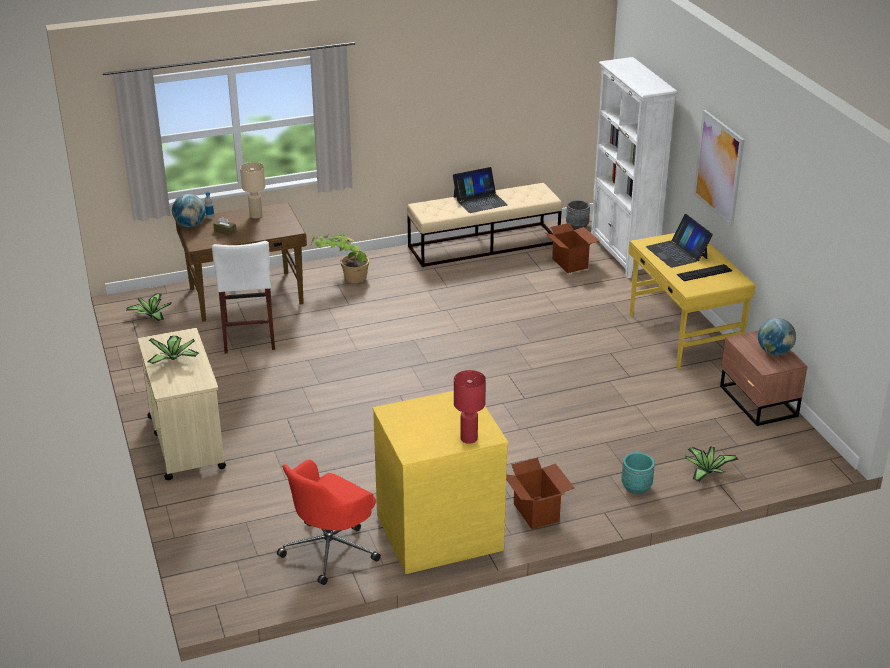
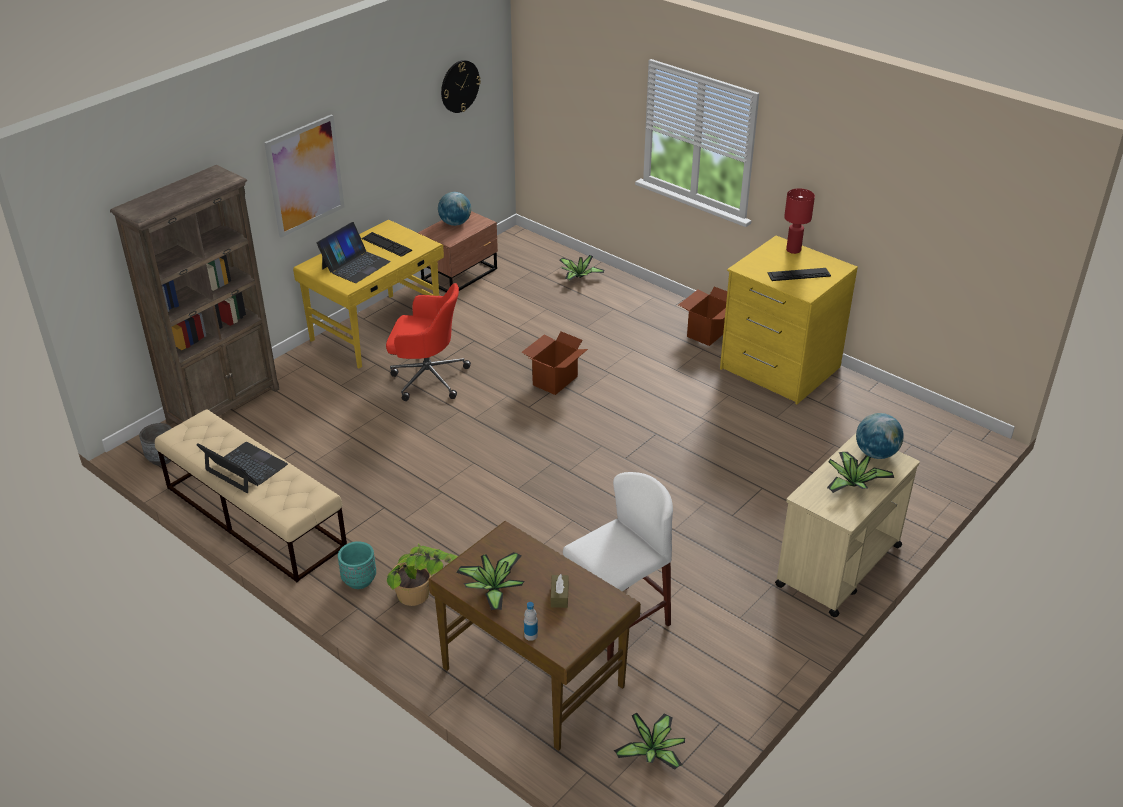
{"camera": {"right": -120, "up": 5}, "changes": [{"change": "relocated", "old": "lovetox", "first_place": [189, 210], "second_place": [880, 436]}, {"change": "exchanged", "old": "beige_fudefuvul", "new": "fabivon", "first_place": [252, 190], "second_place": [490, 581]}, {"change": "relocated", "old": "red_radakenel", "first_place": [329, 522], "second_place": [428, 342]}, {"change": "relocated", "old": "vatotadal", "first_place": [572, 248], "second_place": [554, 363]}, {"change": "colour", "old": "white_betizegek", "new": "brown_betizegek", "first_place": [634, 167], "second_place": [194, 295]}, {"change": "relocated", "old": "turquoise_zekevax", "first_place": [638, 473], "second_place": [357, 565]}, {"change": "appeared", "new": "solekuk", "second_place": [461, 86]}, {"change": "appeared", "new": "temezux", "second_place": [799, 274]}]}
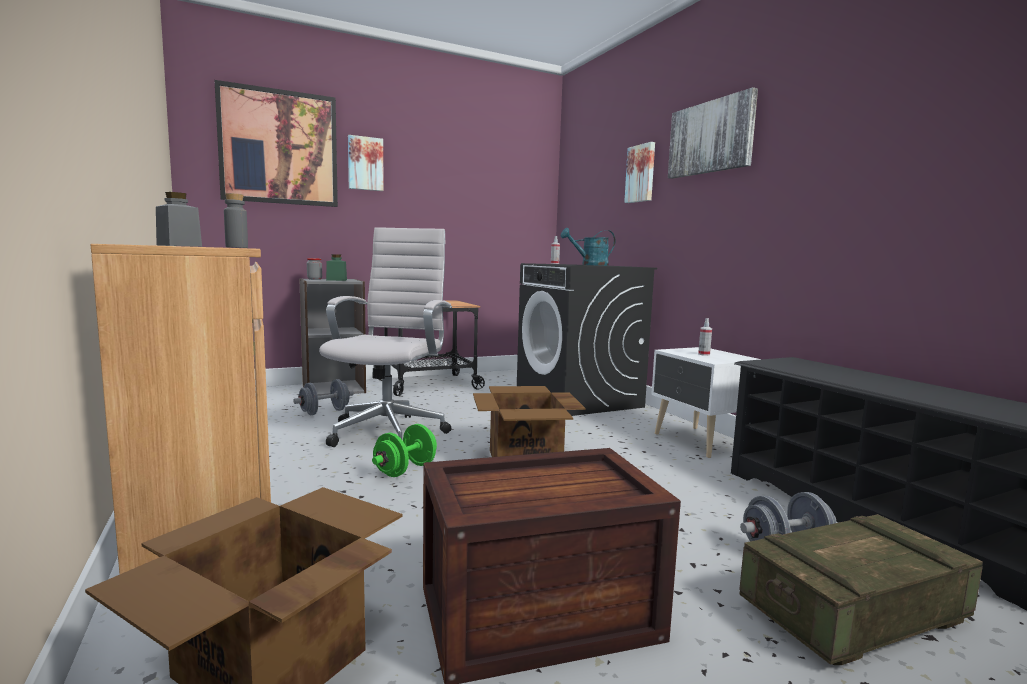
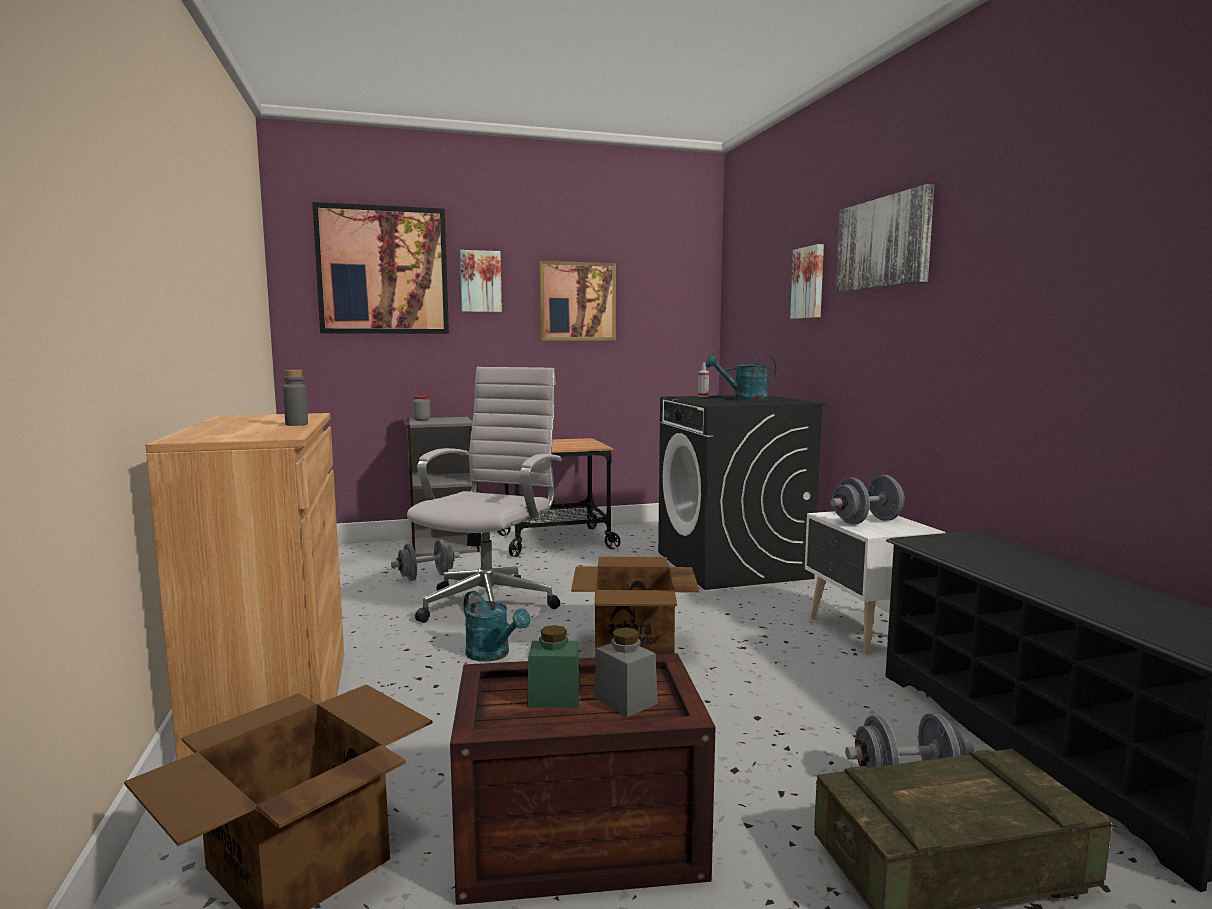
{"camera": {"right": 10, "up": 0}, "changes": [{"change": "relocated", "old": "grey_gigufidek", "first_place": [179, 219], "second_place": [626, 672]}, {"change": "relocated", "old": "green_gigufidek", "first_place": [336, 267], "second_place": [553, 666]}, {"change": "exchanged", "old": "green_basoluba", "new": "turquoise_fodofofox", "first_place": [404, 450], "second_place": [497, 626]}, {"change": "exchanged", "old": "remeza", "new": "grey_basoluba", "first_place": [705, 337], "second_place": [867, 499]}, {"change": "appeared", "new": "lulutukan", "second_place": [578, 301]}]}
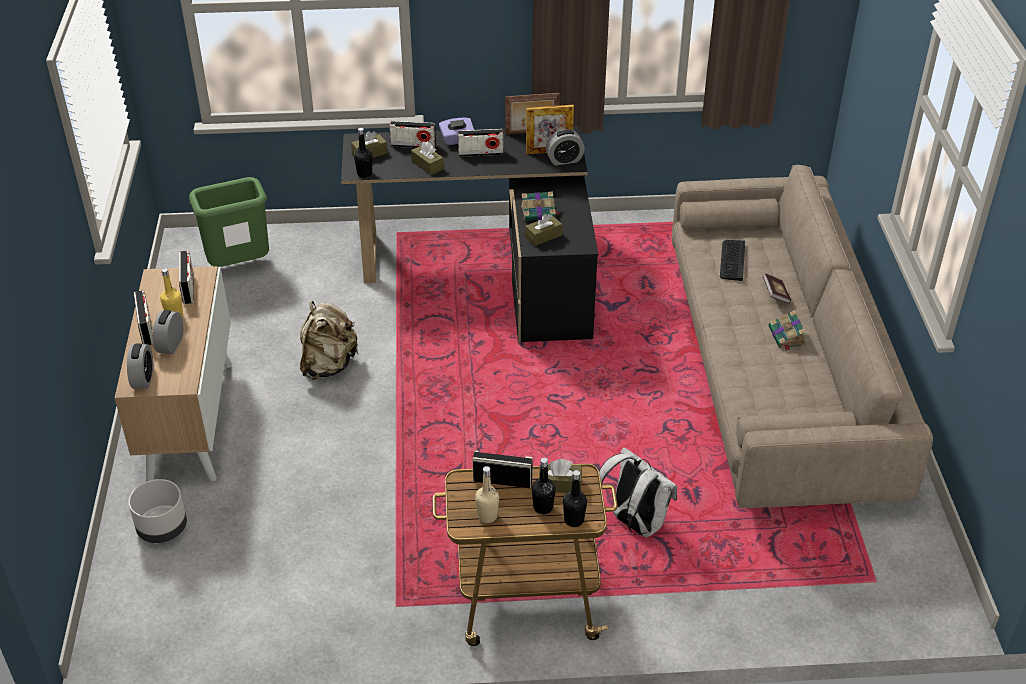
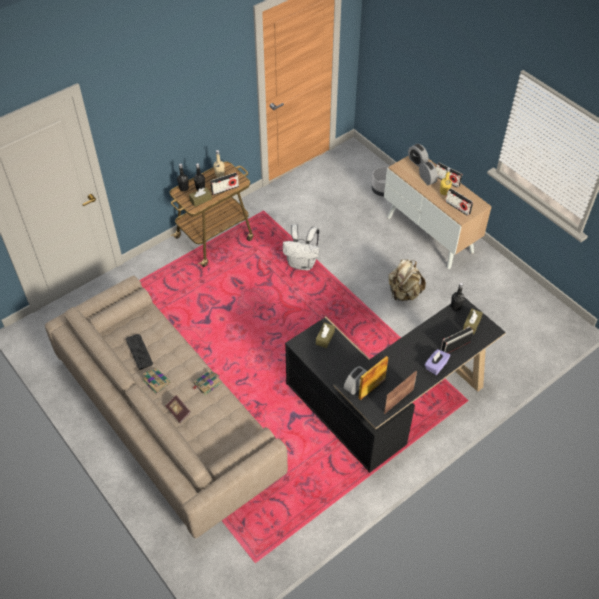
{"camera": {"right": 145, "up": 10}, "changes": [{"change": "missing", "old": "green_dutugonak", "first_place": [229, 222]}, {"change": "missing", "old": "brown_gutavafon", "first_place": [427, 158]}, {"change": "missing", "old": "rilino", "first_place": [480, 143]}, {"change": "relocated", "old": "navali", "first_place": [541, 206], "second_place": [207, 383]}, {"change": "relocated", "old": "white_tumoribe", "first_place": [638, 492], "second_place": [301, 247]}, {"change": "relocated", "old": "temezux", "first_place": [732, 260], "second_place": [139, 352]}]}
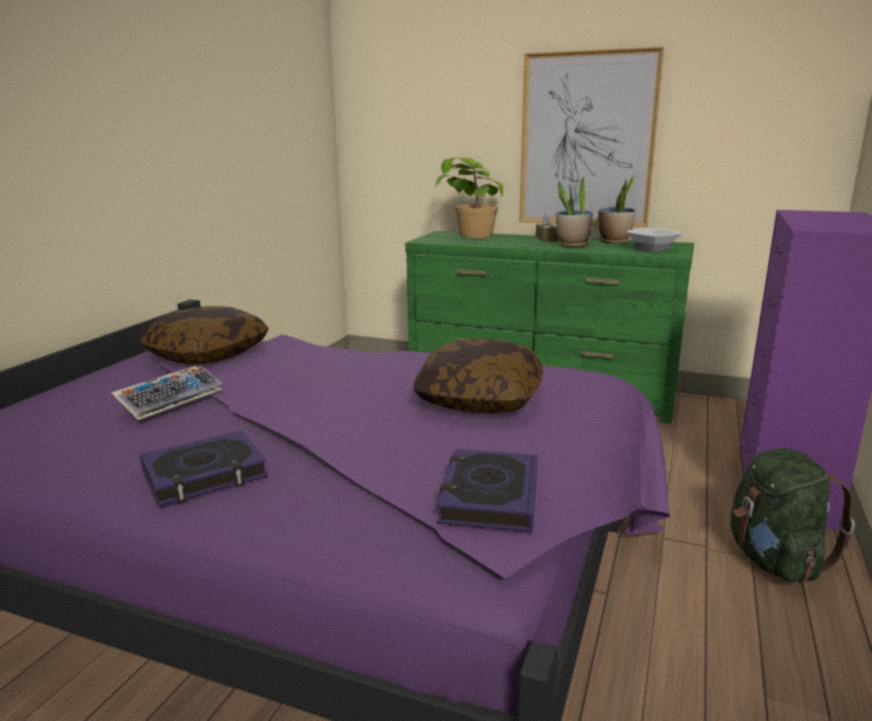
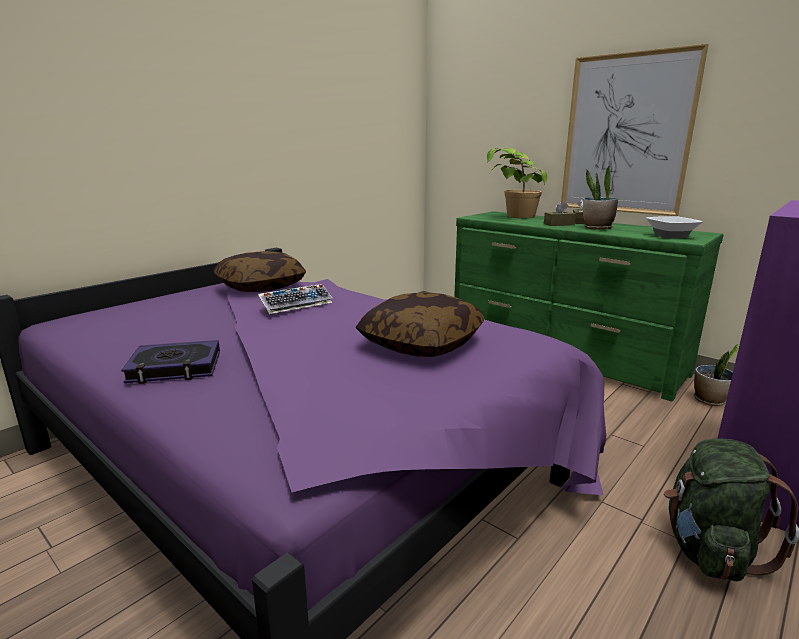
{"camera": {"right": 20, "up": 0}, "changes": [{"change": "relocated", "old": "temezux", "first_place": [166, 393], "second_place": [295, 299]}, {"change": "missing", "old": "navali", "first_place": [487, 490]}, {"change": "relocated", "old": "fabivon", "first_place": [617, 208], "second_place": [717, 374]}, {"change": "appeared", "new": "brown_gutavafon", "second_place": [560, 213]}]}
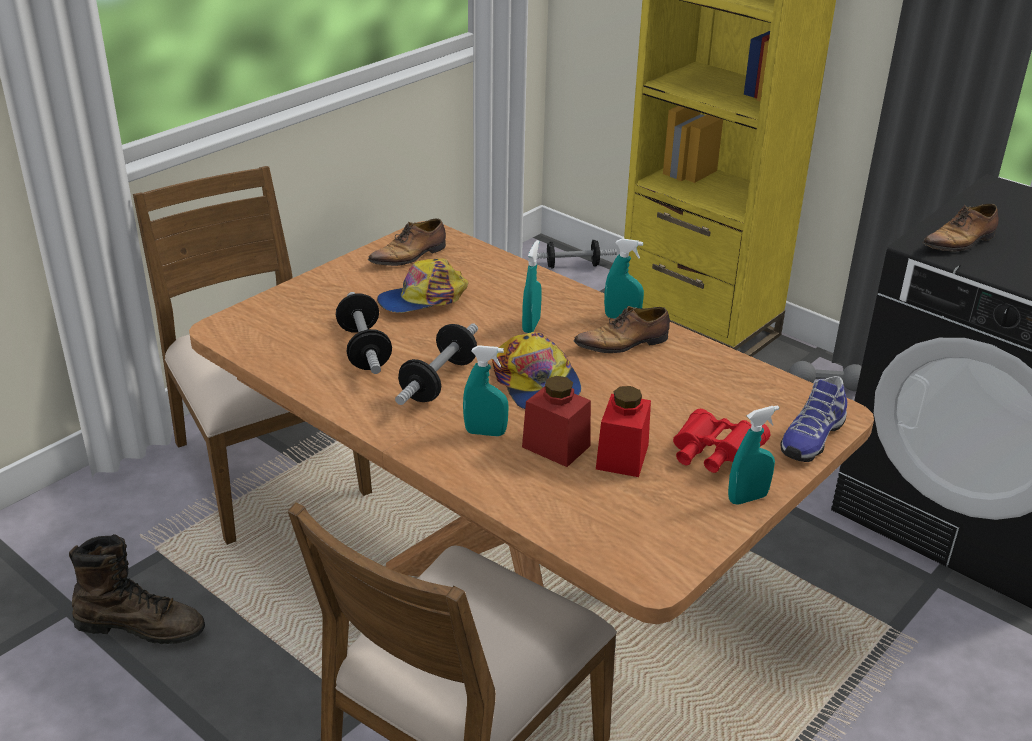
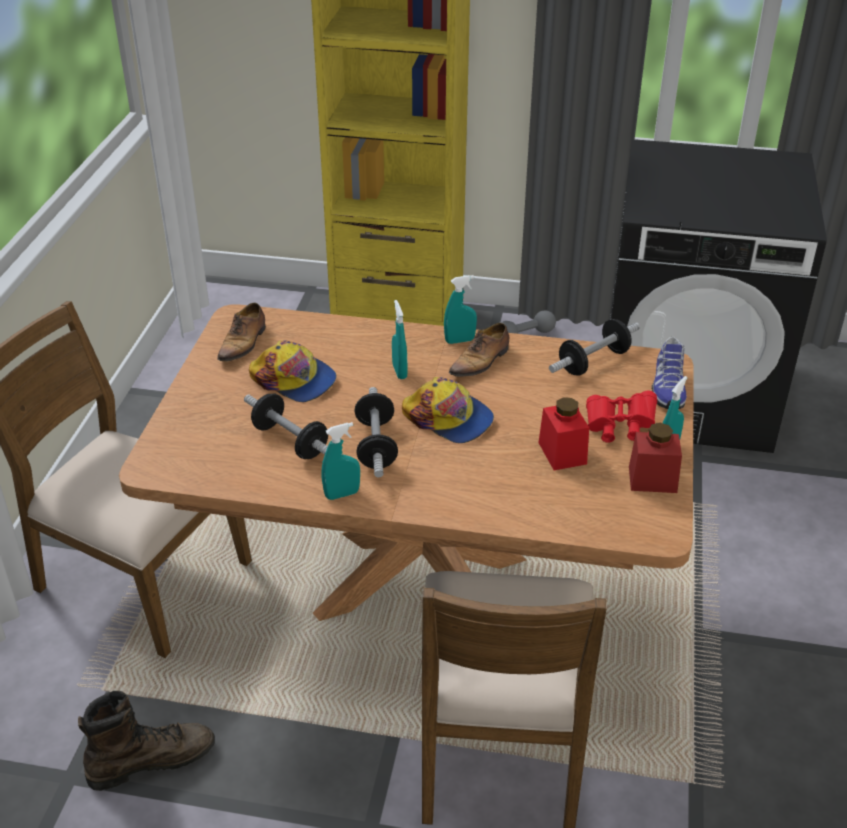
{"camera": {"right": -30, "up": 5}, "changes": [{"change": "spun", "old": "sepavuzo", "first_place": [422, 285], "second_place": [293, 371], "degrees": -90}, {"change": "relocated", "old": "turquoise_remeza", "first_place": [486, 390], "second_place": [341, 461]}, {"change": "relocated", "old": "red_gigufidek", "first_place": [556, 421], "second_place": [655, 458]}, {"change": "relocated", "old": "basoluba", "first_place": [576, 254], "second_place": [594, 347]}, {"change": "missing", "old": "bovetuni", "first_place": [960, 227]}]}
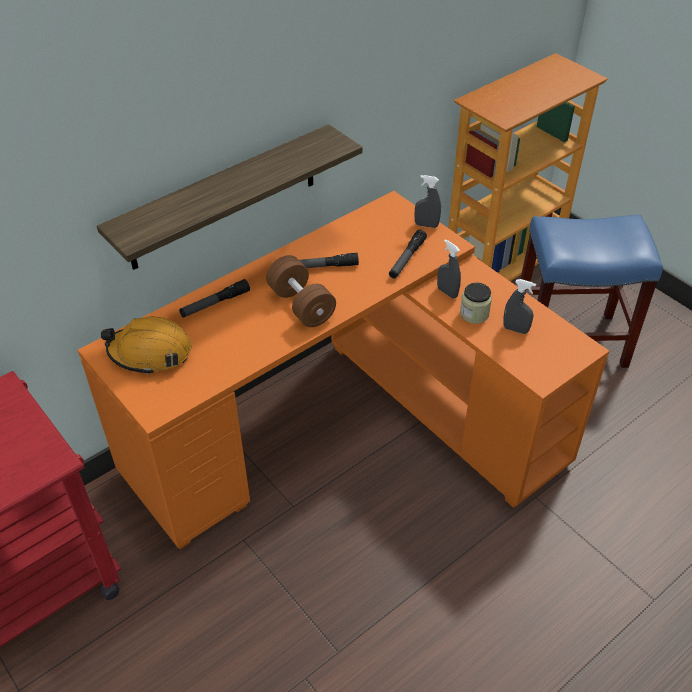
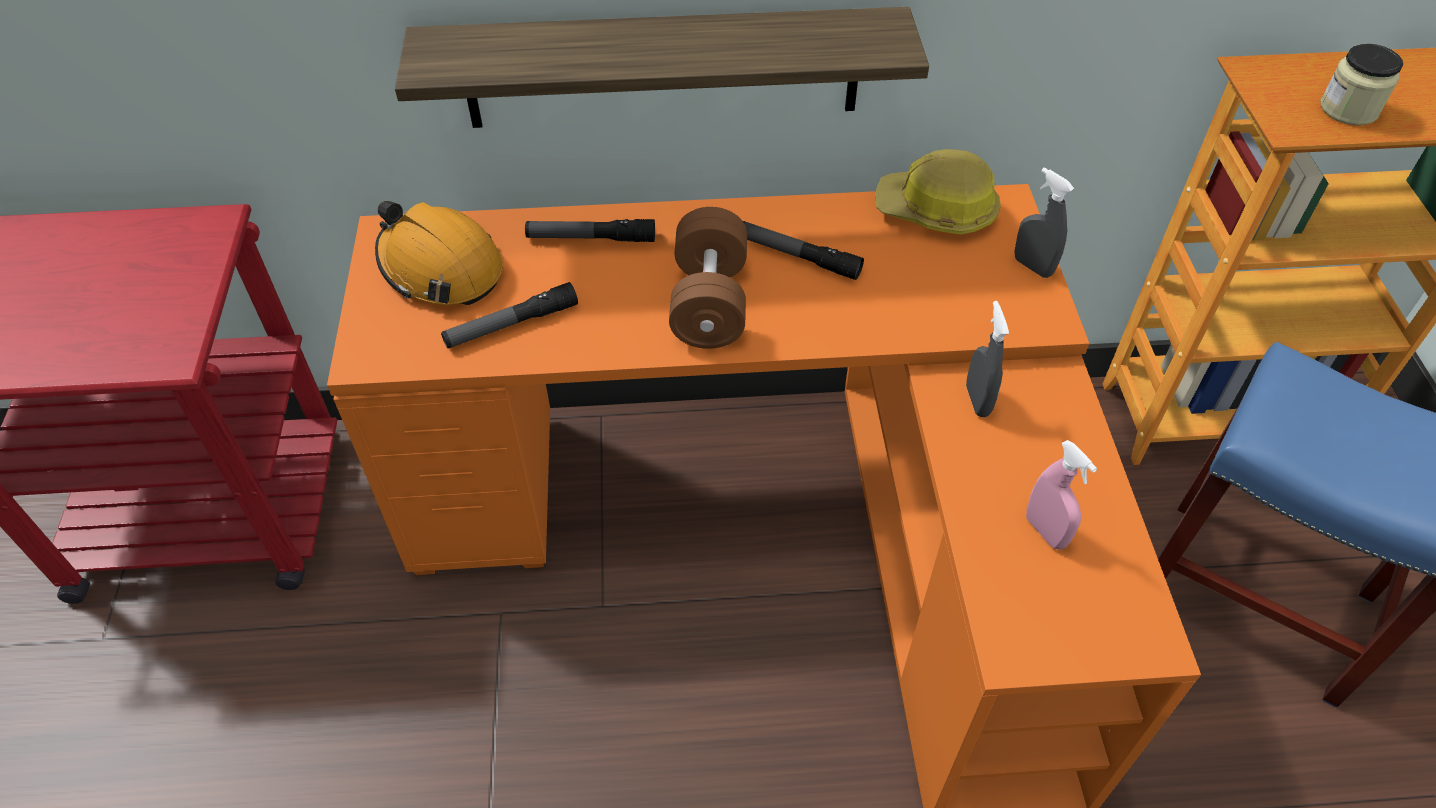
{"camera": {"right": 35, "up": 5}, "changes": [{"change": "relocated", "old": "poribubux", "first_place": [408, 254], "second_place": [509, 315]}, {"change": "relocated", "old": "gigufidek", "first_place": [476, 303], "second_place": [1361, 84]}, {"change": "colour", "old": "grey_remeza", "new": "pink_remeza", "first_place": [519, 306], "second_place": [1061, 495]}, {"change": "appeared", "new": "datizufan", "second_place": [938, 192]}]}
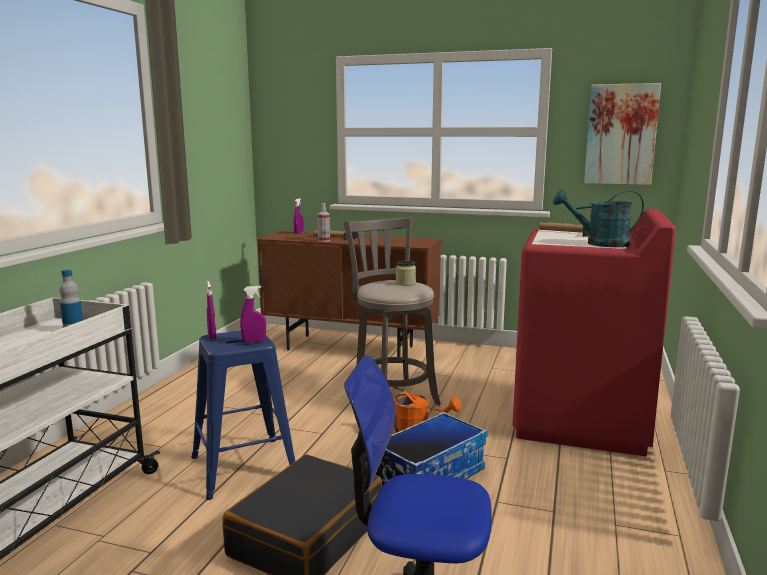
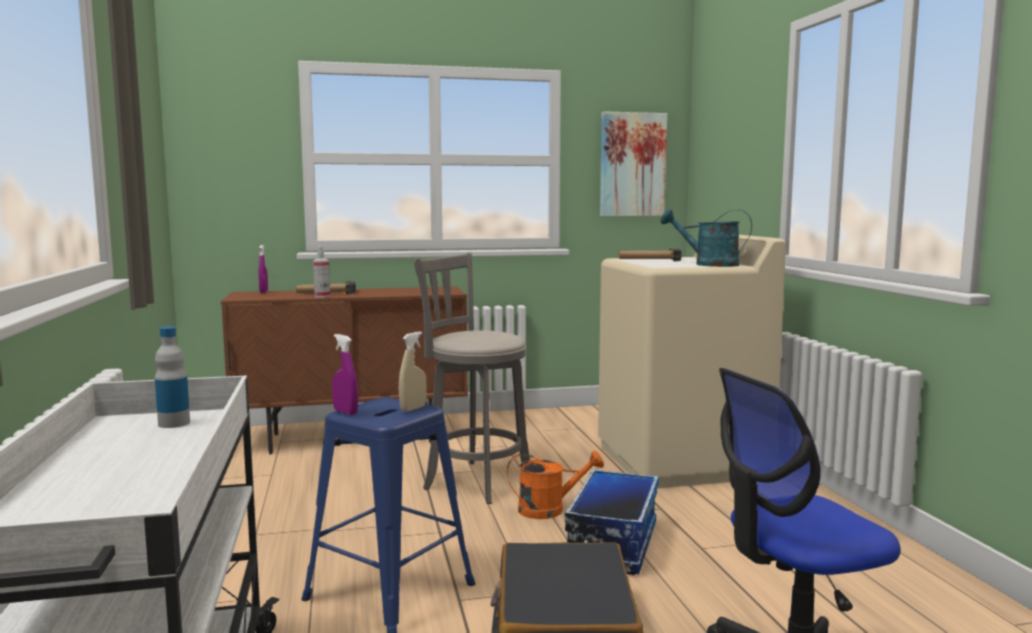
{"camera": {"right": -30, "up": -5}, "changes": [{"change": "colour", "old": "purple_remeza", "new": "beige_remeza", "first_place": [253, 314], "second_place": [413, 372]}, {"change": "missing", "old": "gigufidek", "first_place": [406, 273]}, {"change": "colour", "old": "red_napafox", "new": "beige_napafox", "first_place": [594, 333], "second_place": [692, 361]}, {"change": "spun", "old": "turquoise_fodofofox", "first_place": [598, 218], "second_place": [706, 237], "degrees": 45}]}
